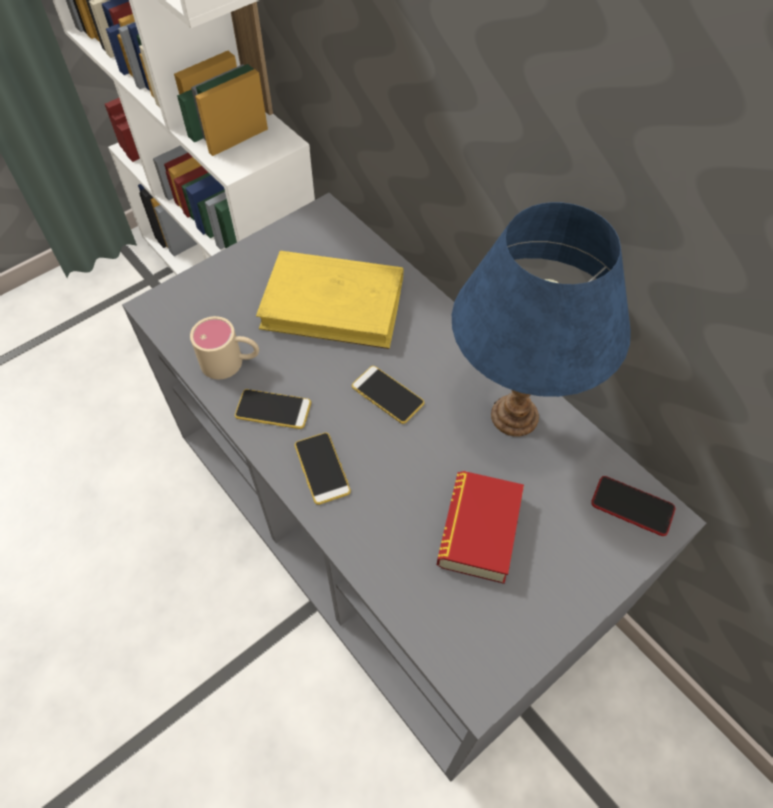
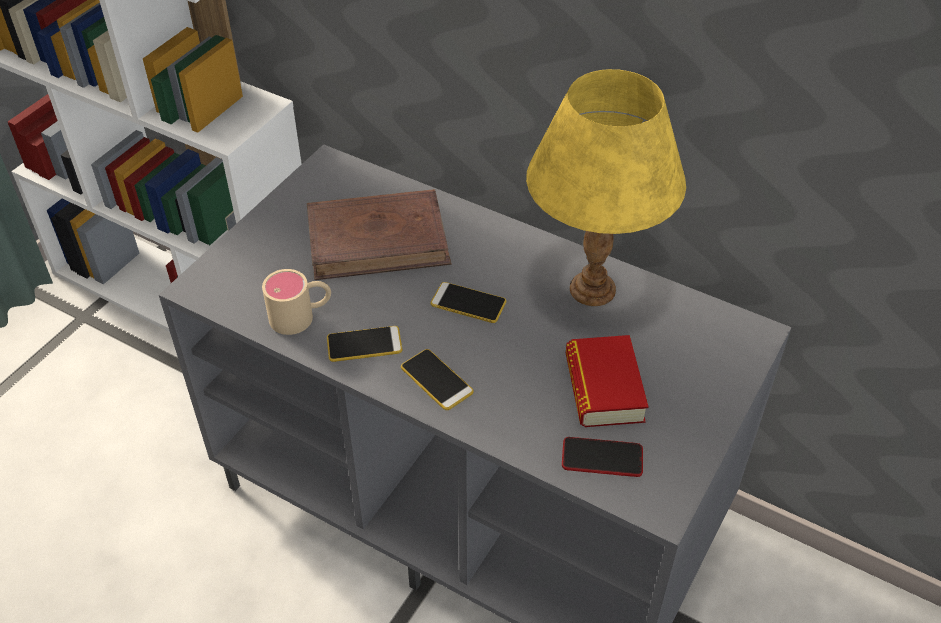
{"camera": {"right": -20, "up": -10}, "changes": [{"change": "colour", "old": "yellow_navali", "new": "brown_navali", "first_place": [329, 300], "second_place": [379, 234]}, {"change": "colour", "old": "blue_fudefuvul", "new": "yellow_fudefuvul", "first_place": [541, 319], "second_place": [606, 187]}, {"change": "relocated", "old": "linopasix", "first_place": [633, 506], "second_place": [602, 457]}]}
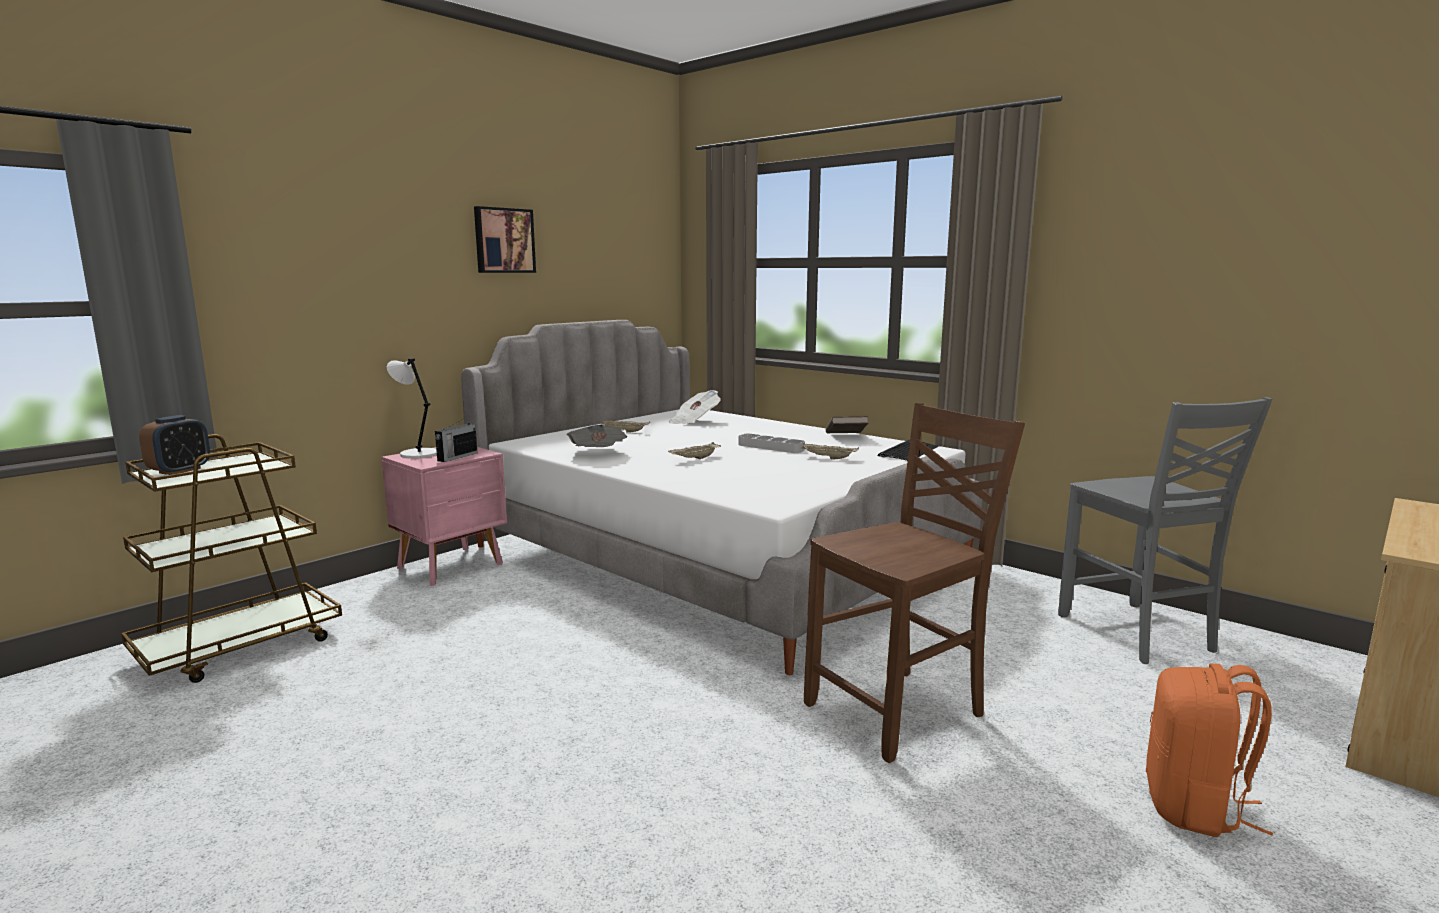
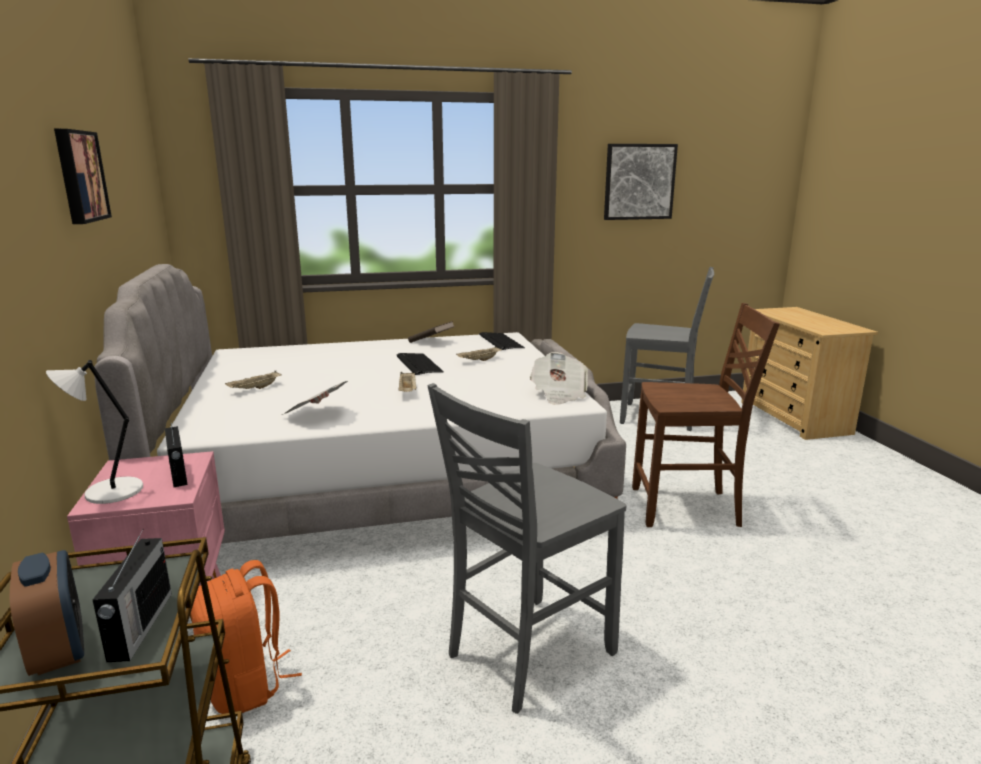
{"camera": {"right": -55, "up": 5}, "changes": [{"change": "relocated", "old": "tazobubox", "first_place": [695, 407], "second_place": [559, 378]}, {"change": "exchanged", "old": "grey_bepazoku", "new": "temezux", "first_place": [771, 443], "second_place": [420, 364]}, {"change": "spun", "old": "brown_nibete", "first_place": [914, 583], "second_place": [706, 415], "degrees": 90}, {"change": "relocated", "old": "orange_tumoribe", "first_place": [1209, 750], "second_place": [246, 637]}, {"change": "appeared", "new": "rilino", "second_place": [132, 595]}, {"change": "appeared", "new": "grey_nibete", "second_place": [527, 548]}, {"change": "appeared", "new": "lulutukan", "second_place": [641, 182]}]}
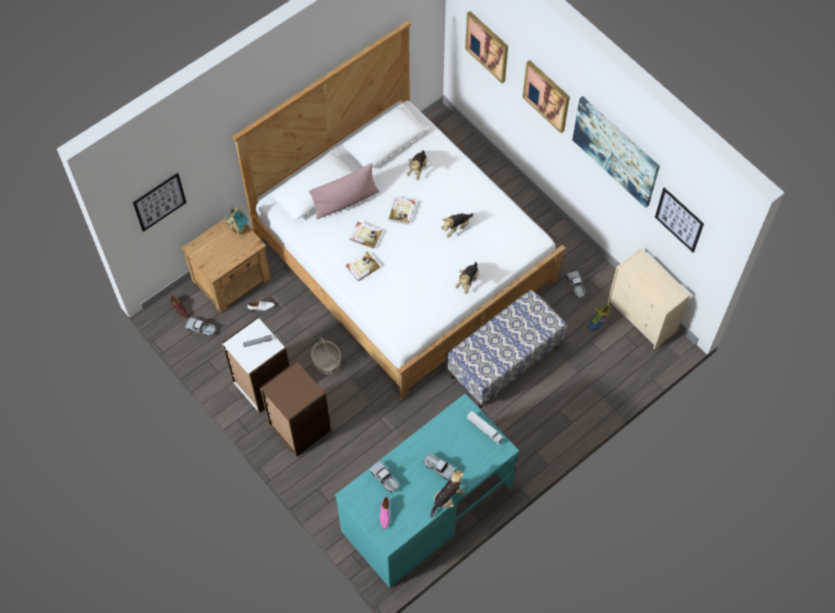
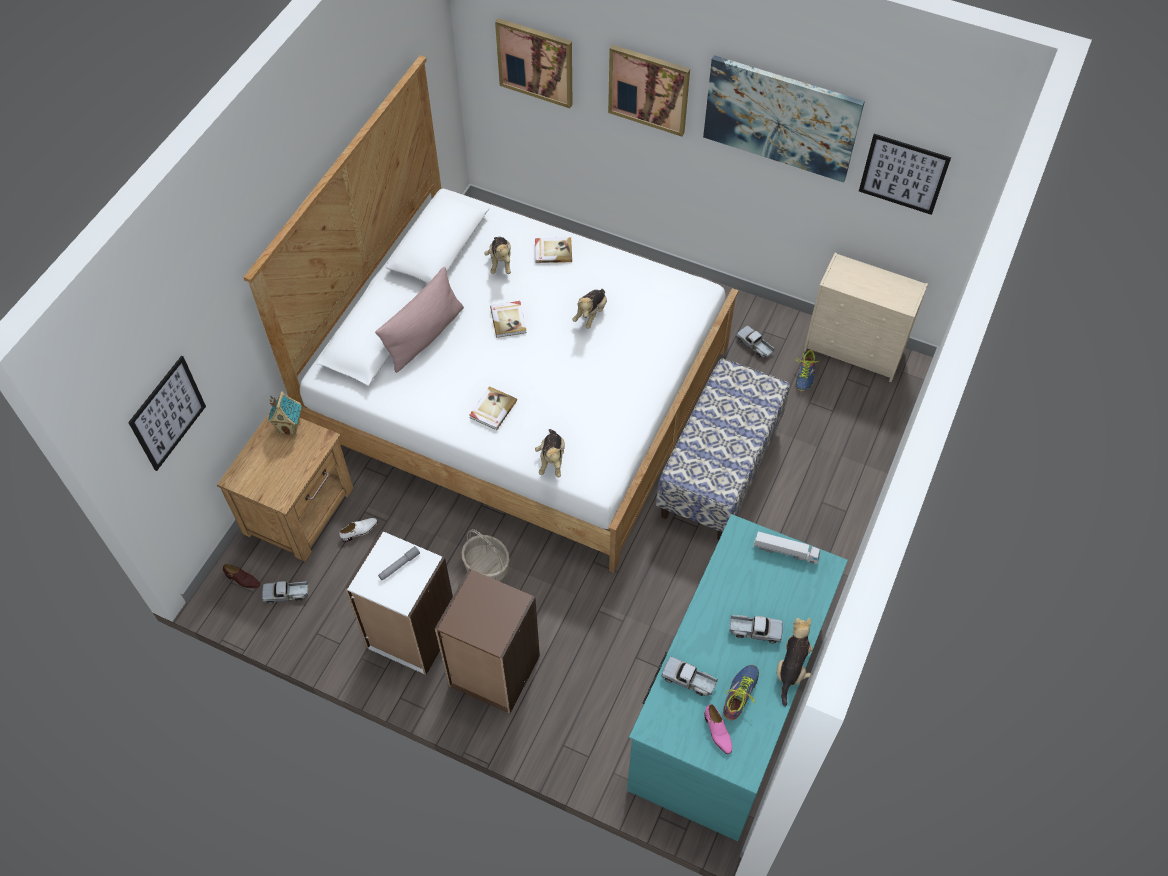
{"camera": {"right": -25, "up": -5}, "changes": [{"change": "relocated", "old": "navali", "first_place": [365, 235], "second_place": [553, 250]}, {"change": "relocated", "old": "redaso", "first_place": [467, 278], "second_place": [550, 453]}, {"change": "appeared", "new": "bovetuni", "second_place": [741, 692]}]}
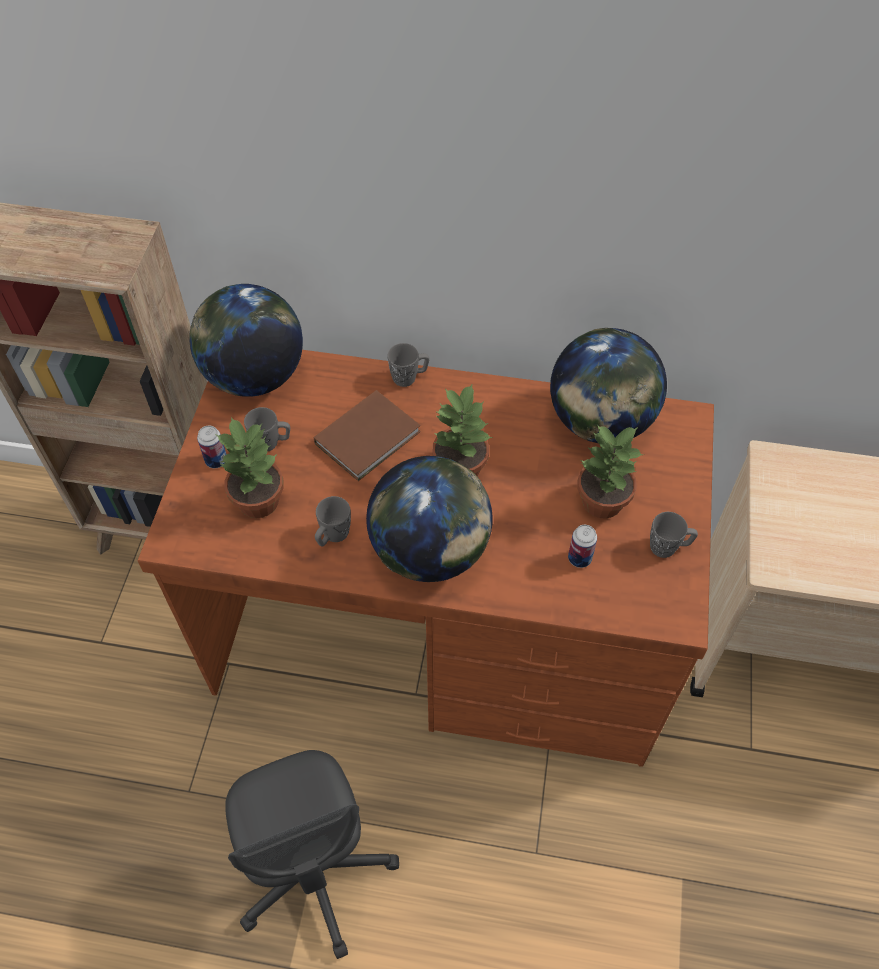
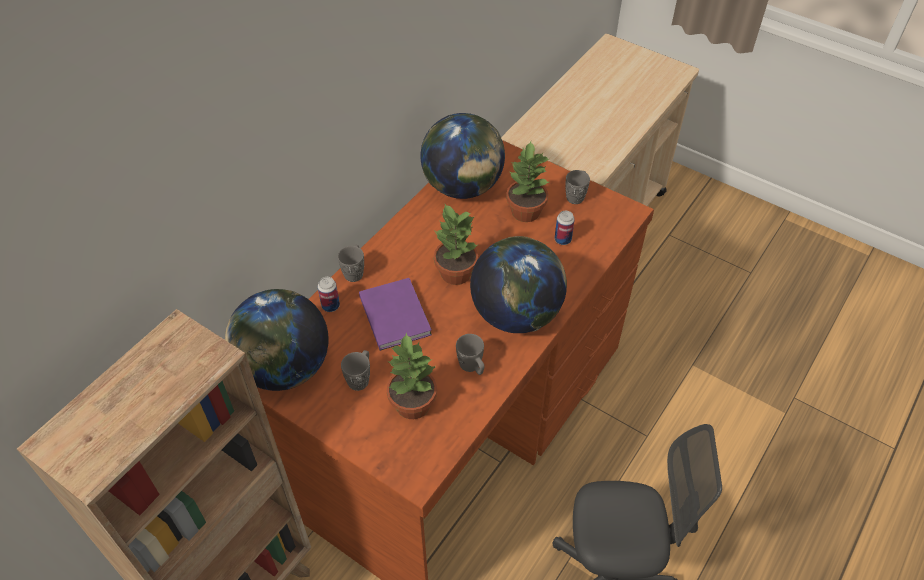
{"camera": {"right": -65, "up": -5}, "changes": [{"change": "relocated", "old": "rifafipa", "first_place": [212, 446], "second_place": [329, 294]}, {"change": "colour", "old": "brown_navali", "new": "purple_navali", "first_place": [367, 435], "second_place": [395, 314]}]}
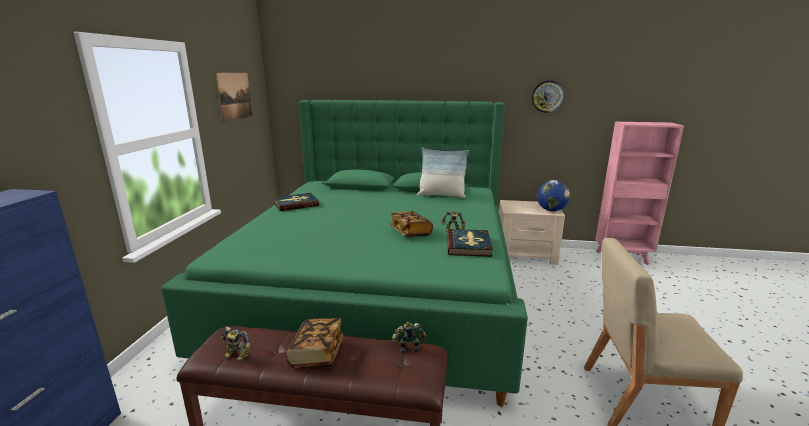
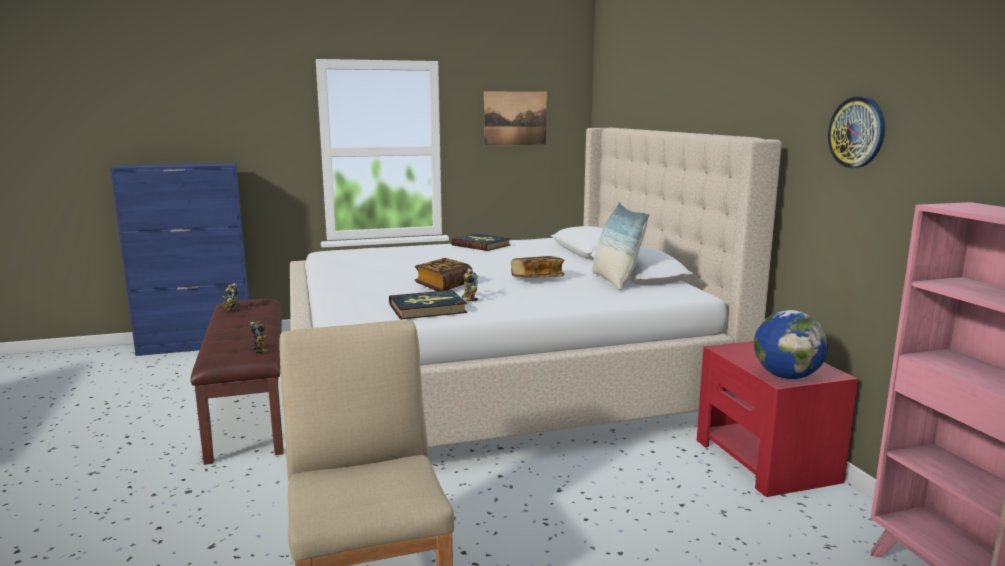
{"camera": {"right": 65, "up": -5}, "changes": [{"change": "colour", "old": "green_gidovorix", "new": "beige_gidovorix", "first_place": [344, 253], "second_place": [536, 288]}, {"change": "relocated", "old": "navali", "first_place": [314, 343], "second_place": [538, 267]}, {"change": "colour", "old": "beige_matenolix", "new": "red_matenolix", "first_place": [532, 232], "second_place": [777, 419]}]}
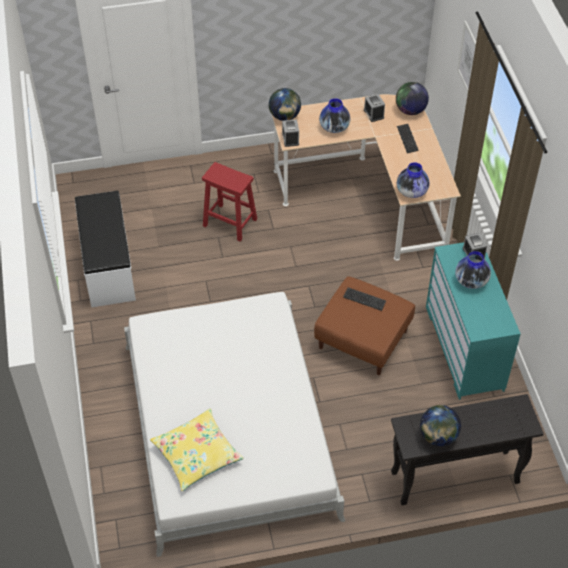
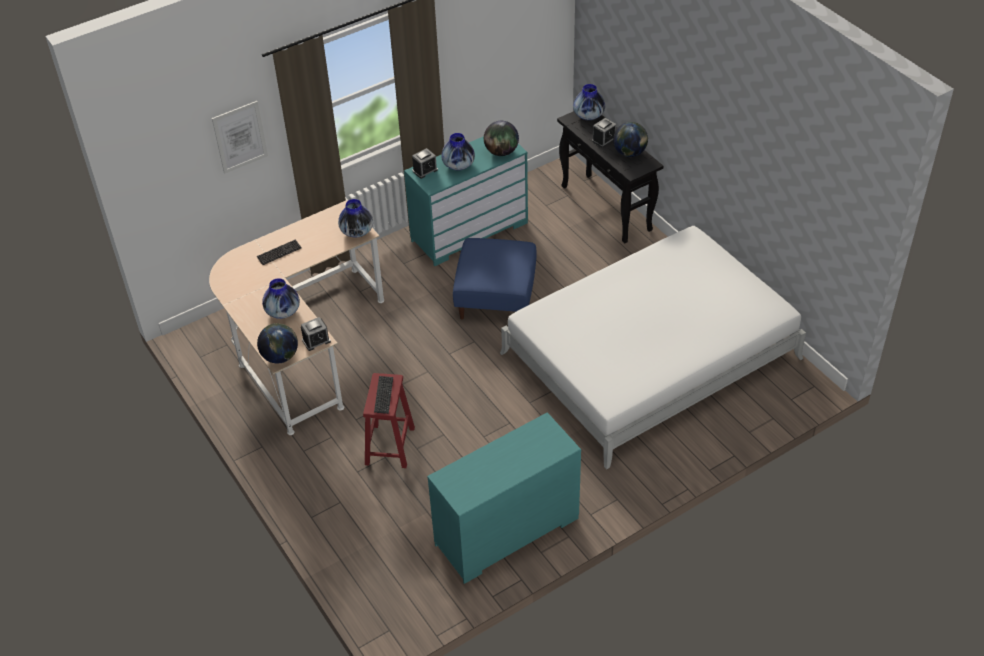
{"camera": {"right": -110, "up": -5}, "changes": [{"change": "exchanged", "old": "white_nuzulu", "new": "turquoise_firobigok", "first_place": [105, 249], "second_place": [504, 498]}, {"change": "missing", "old": "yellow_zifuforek", "first_place": [197, 450]}, {"change": "colour", "old": "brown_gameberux", "new": "blue_gameberux", "first_place": [364, 325], "second_place": [494, 278]}, {"change": "relocated", "old": "temezux", "first_place": [364, 299], "second_place": [383, 395]}, {"change": "relocated", "old": "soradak", "first_place": [374, 108], "second_place": [604, 133]}, {"change": "relocated", "old": "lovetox", "first_place": [412, 98], "second_place": [501, 138]}, {"change": "appeared", "new": "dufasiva", "second_place": [589, 102]}]}
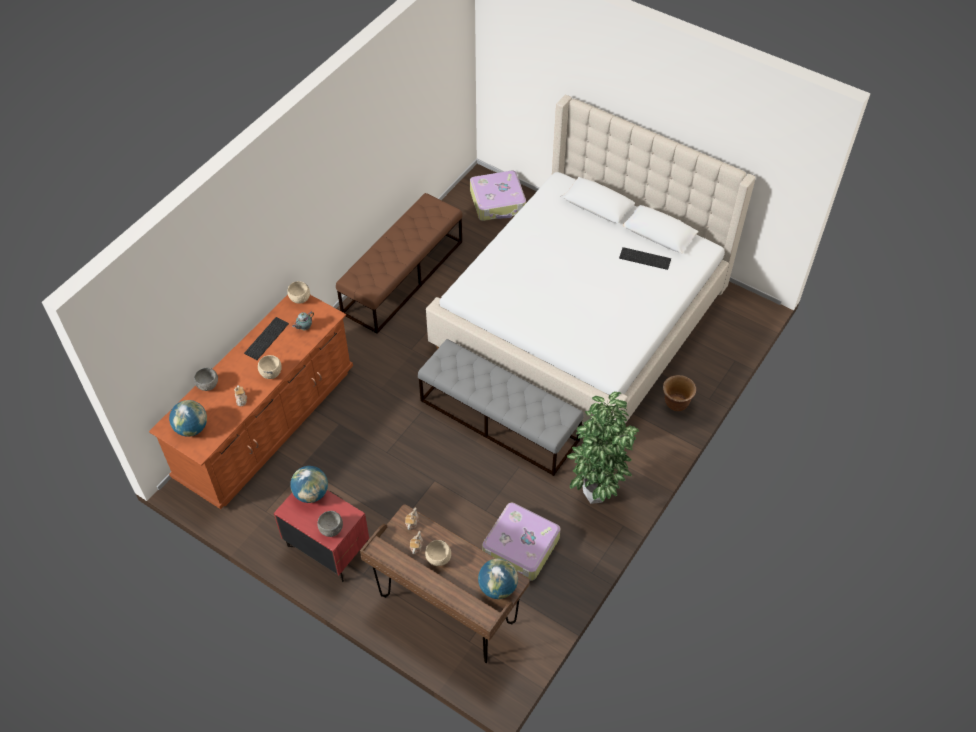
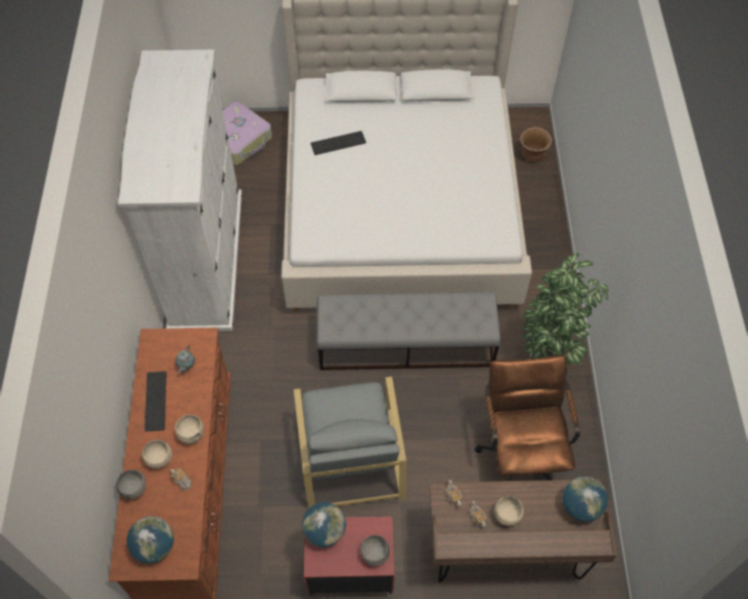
{"camera": {"right": -35, "up": 5}, "changes": [{"change": "relocated", "old": "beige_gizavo", "first_place": [298, 292], "second_place": [157, 454]}, {"change": "exchanged", "old": "brown_nuzulu", "new": "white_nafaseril", "first_place": [399, 263], "second_place": [180, 190]}, {"change": "exchanged", "old": "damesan", "new": "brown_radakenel", "first_place": [521, 541], "second_place": [527, 418]}, {"change": "relocated", "old": "temezux", "first_place": [645, 258], "second_place": [338, 143]}, {"change": "relocated", "old": "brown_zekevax", "first_place": [679, 393], "second_place": [536, 144]}, {"change": "appeared", "new": "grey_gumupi", "second_place": [350, 442]}]}
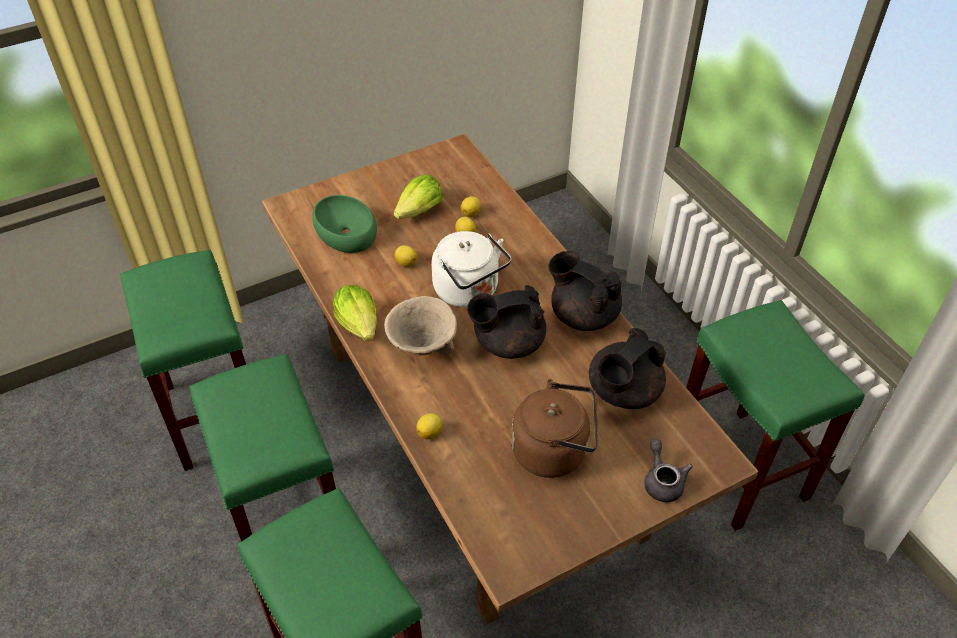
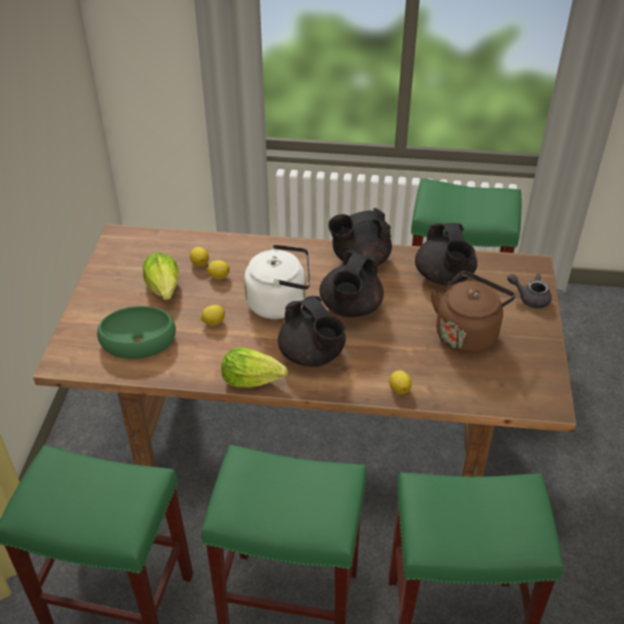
{"camera": {"right": -55, "up": -5}, "changes": [{"change": "exchanged", "old": "beige_gizavo", "new": "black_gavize", "first_place": [420, 325], "second_place": [312, 331]}]}
